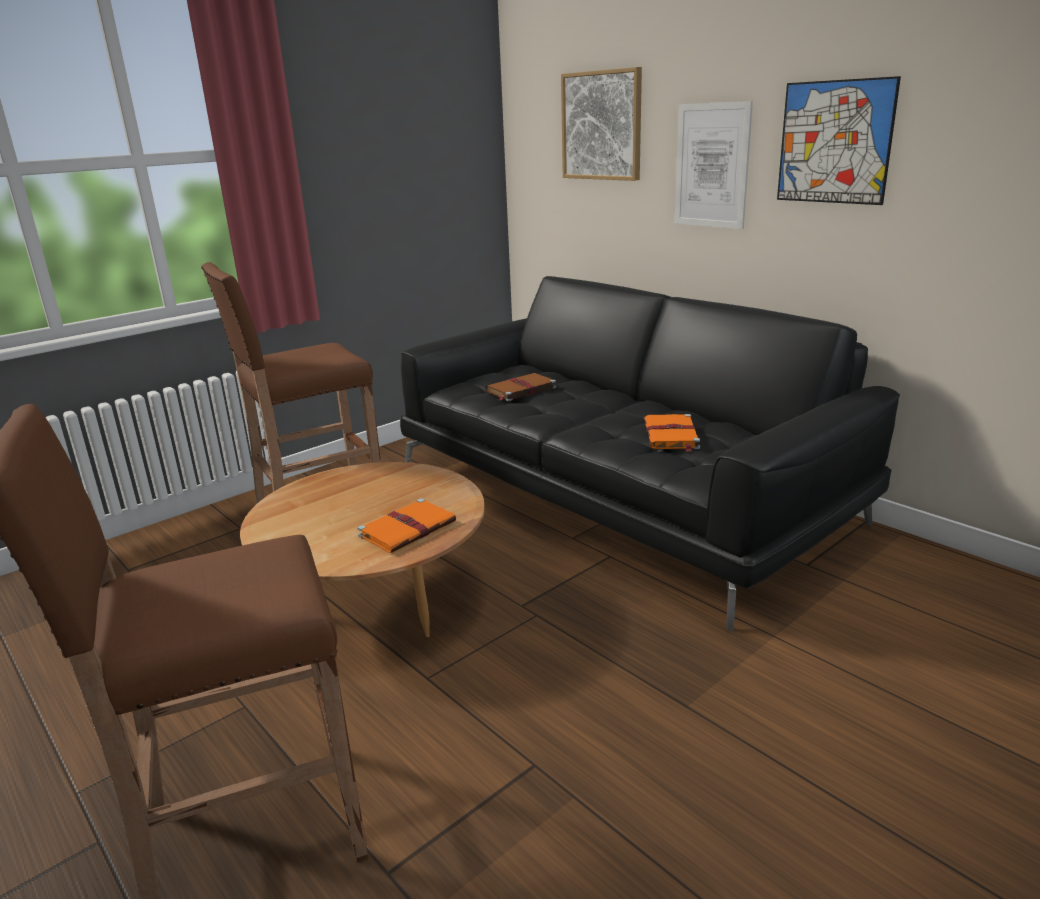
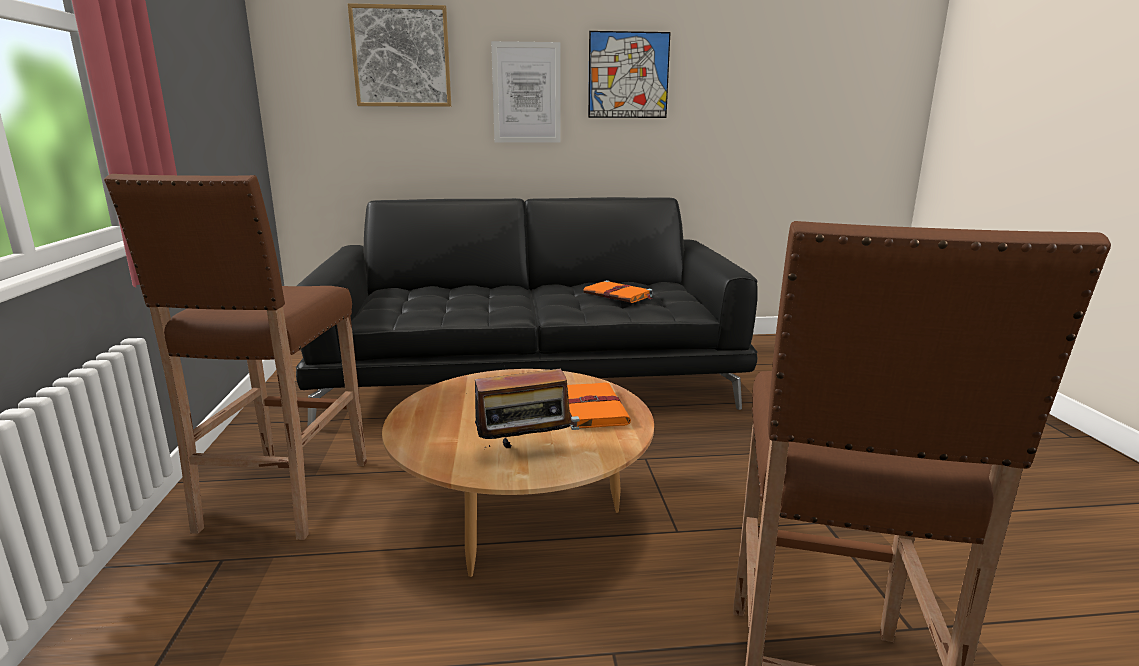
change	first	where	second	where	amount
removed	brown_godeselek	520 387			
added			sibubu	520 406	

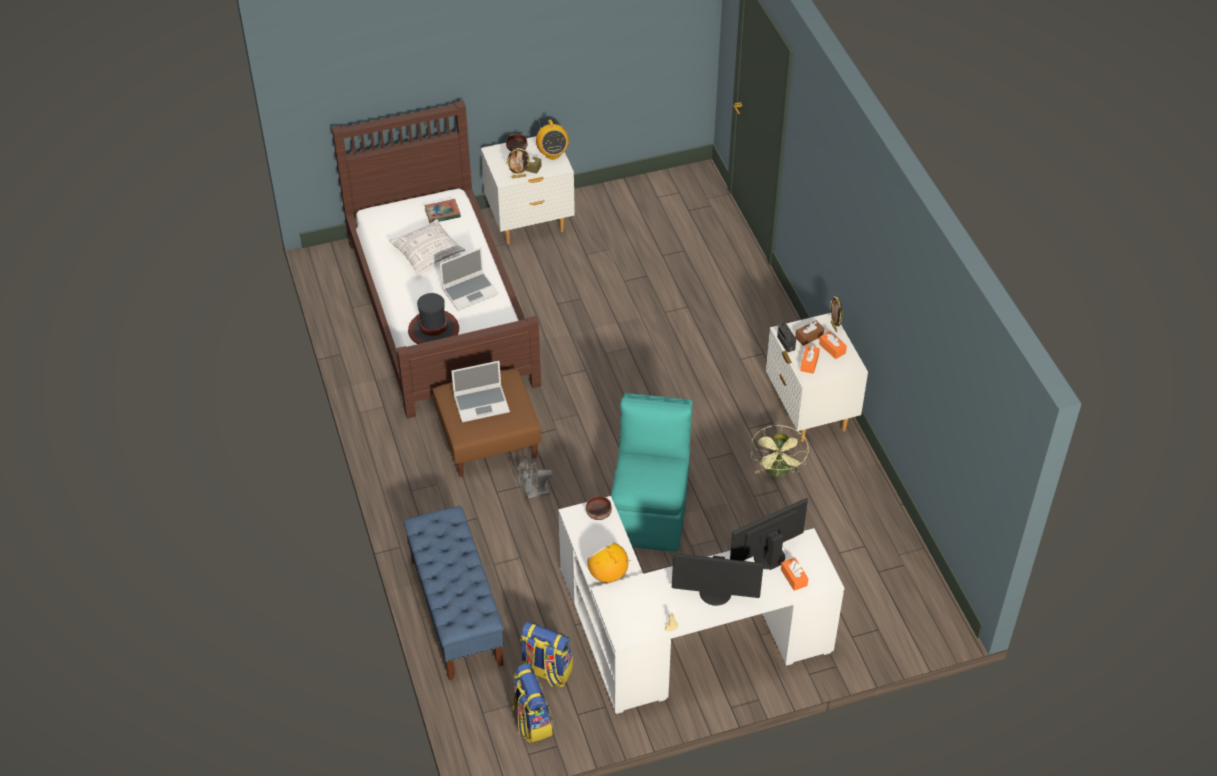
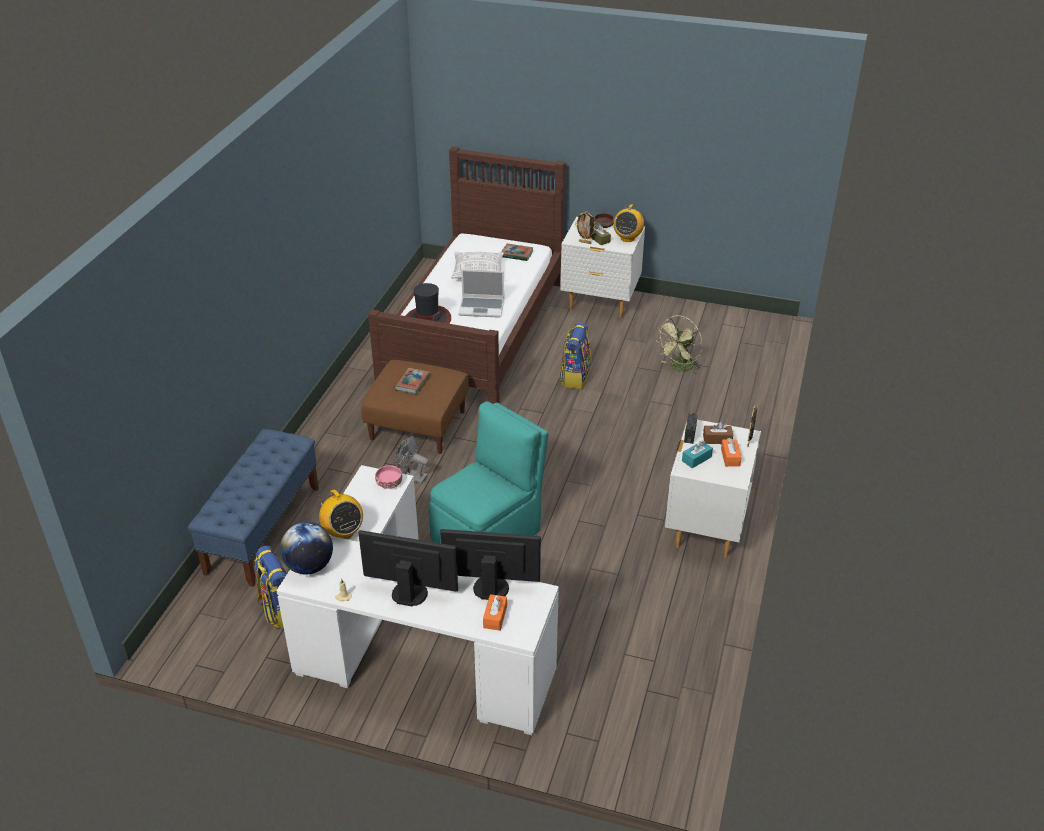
change	first	where	second	where	amount
recoloured	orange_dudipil	810 360	turquoise_dudipil	697 454	
replaced	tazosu	480 391	godeselek	412 381	
moved	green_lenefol	780 451		678 344	
recoloured	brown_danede	599 508	pink_danede	388 477	
turned	sibubu	609 562		340 514	150 degrees clockwise
turned	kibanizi	718 579		408 568	150 degrees clockwise
moved	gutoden	532 703		575 355	
added			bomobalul	306 548	

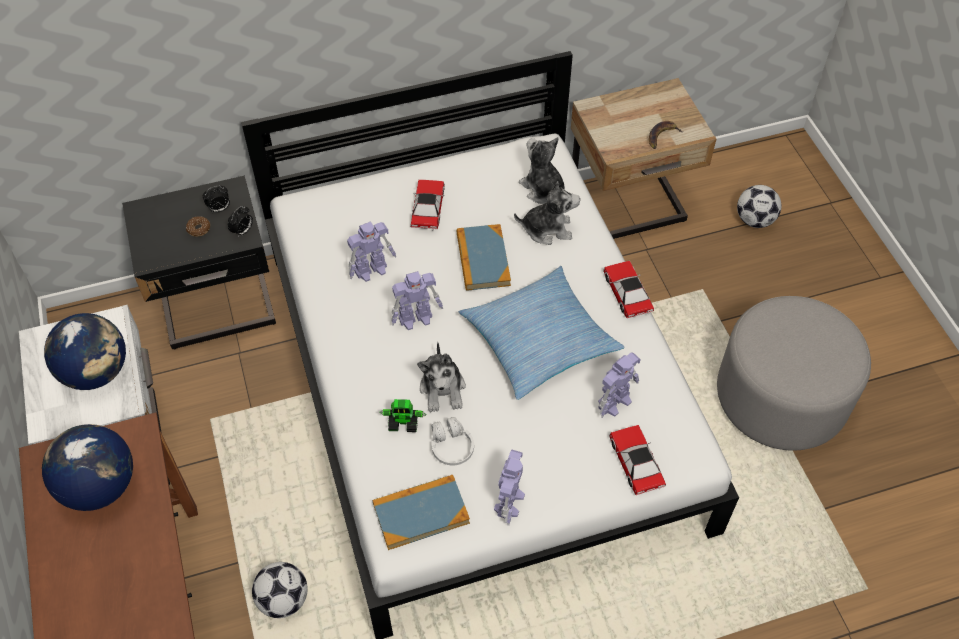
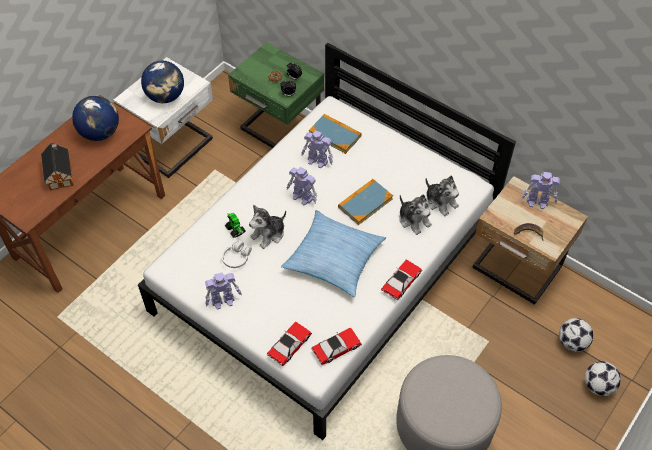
change	first	where	second	where	amount
turned	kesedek	542 170		442 196	120 degrees clockwise
recoloured	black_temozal	199 262	green_temozal	276 95	
moved	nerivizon	428 205		336 346	
moved	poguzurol	619 385		540 190	
moved	godeselek	421 512		335 134	
moved	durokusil	280 590		603 378	
added			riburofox	57 167	

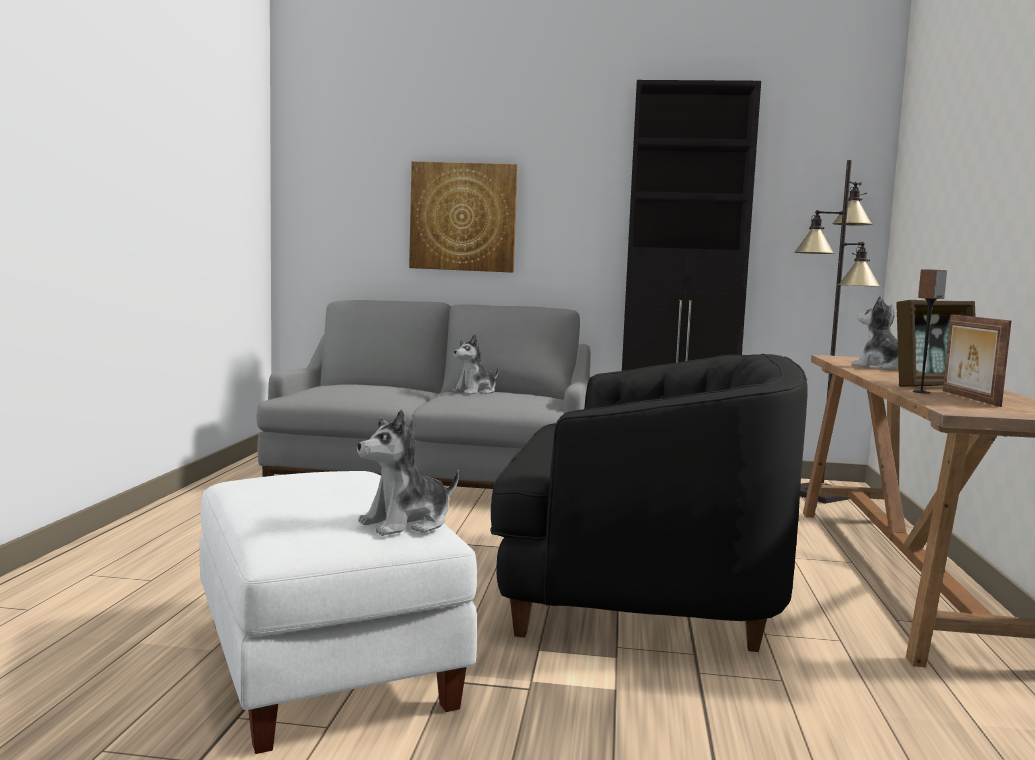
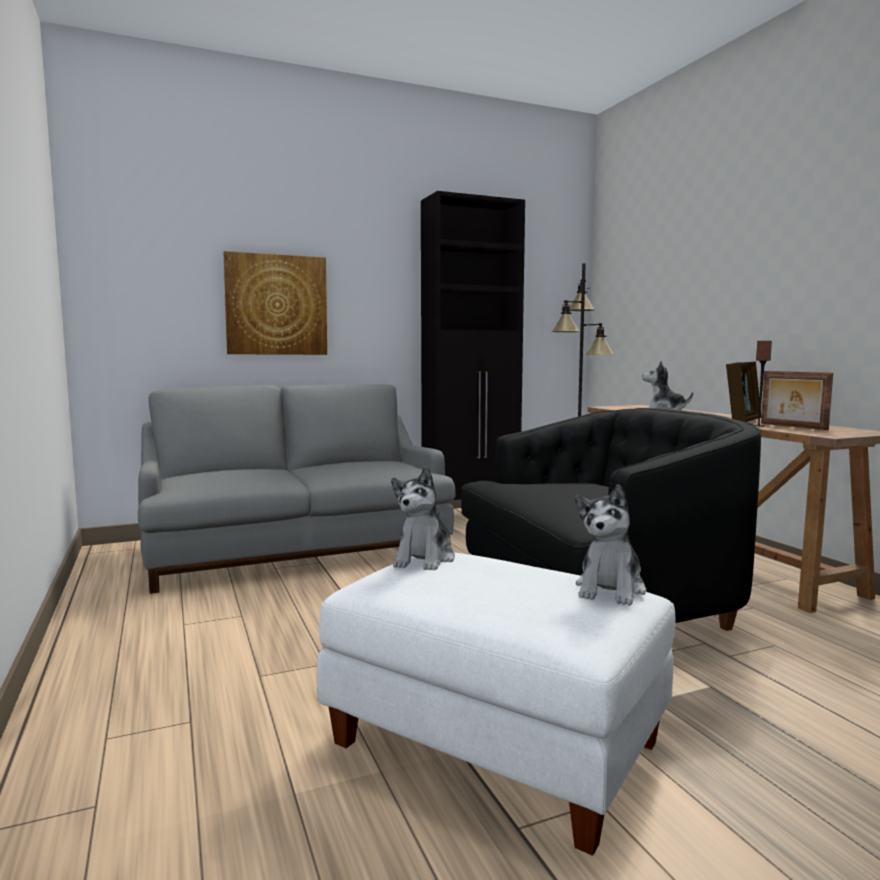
change	first	where	second	where	amount
moved	kesedek	475 364		423 518	

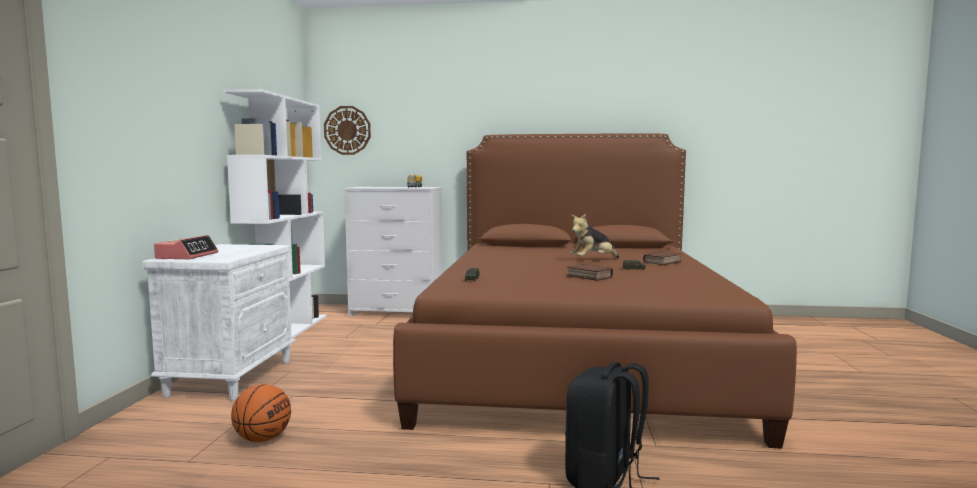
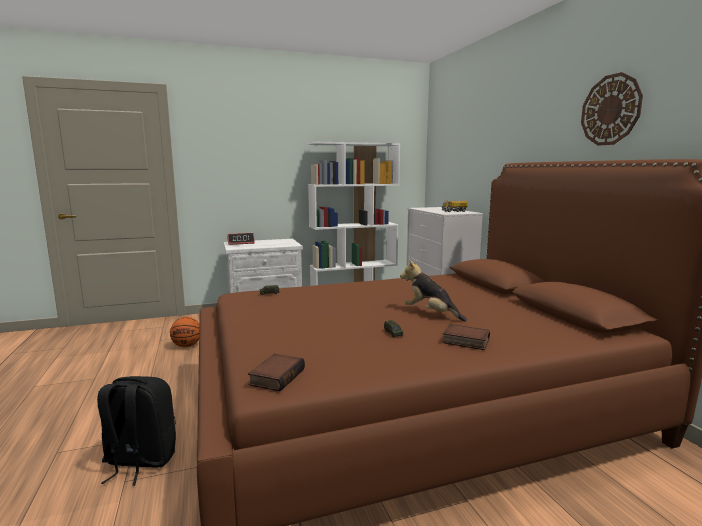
change	first	where	second	where	amount
moved	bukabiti	347 130		612 109	
moved	godeselek	590 272		276 372	

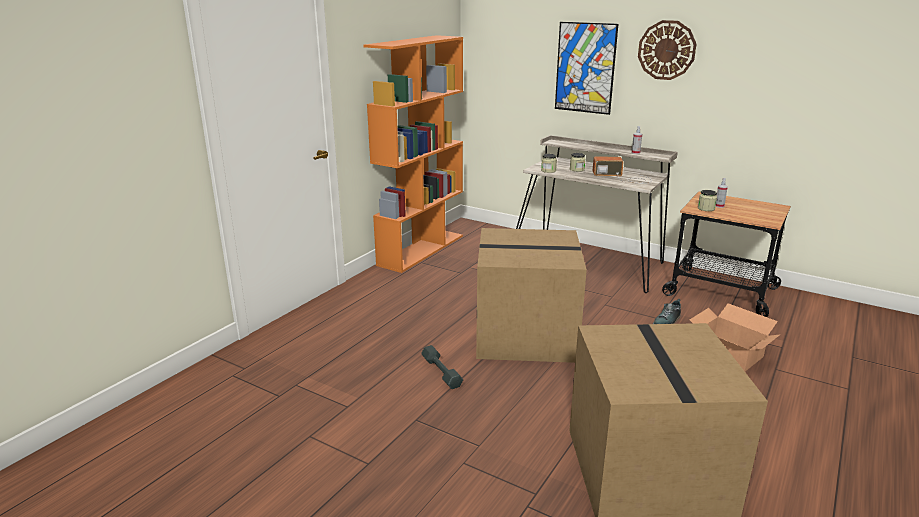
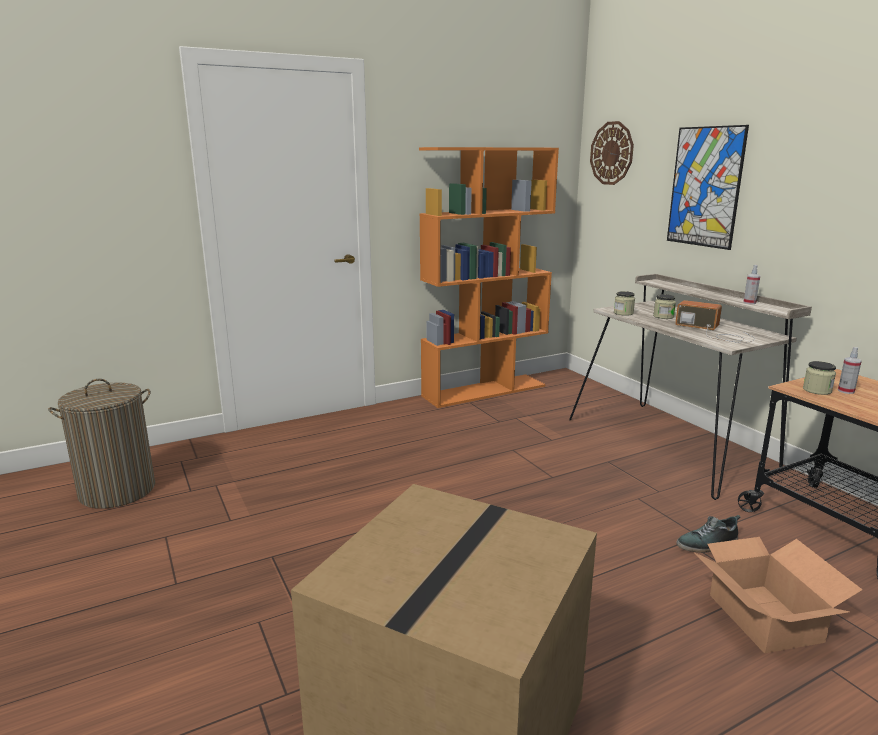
change	first	where	second	where	amount
moved	bukabiti	667 50		612 153	
removed	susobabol	531 295			
removed	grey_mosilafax	442 367			
added			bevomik	101 444	

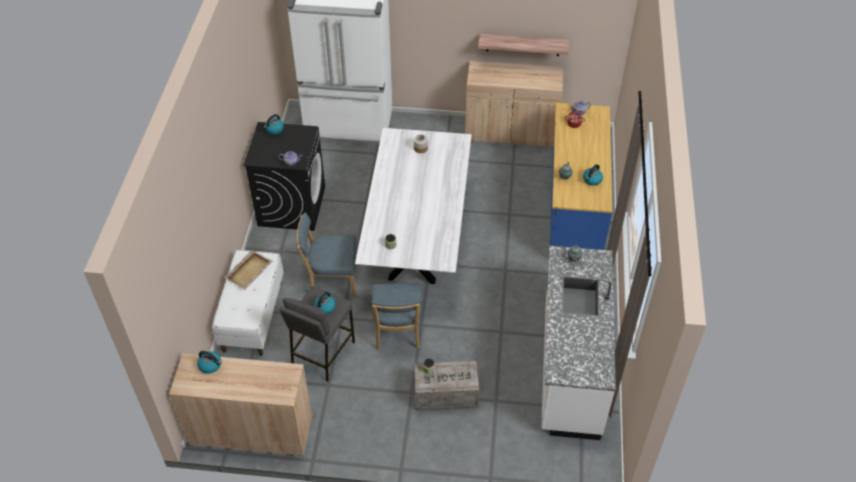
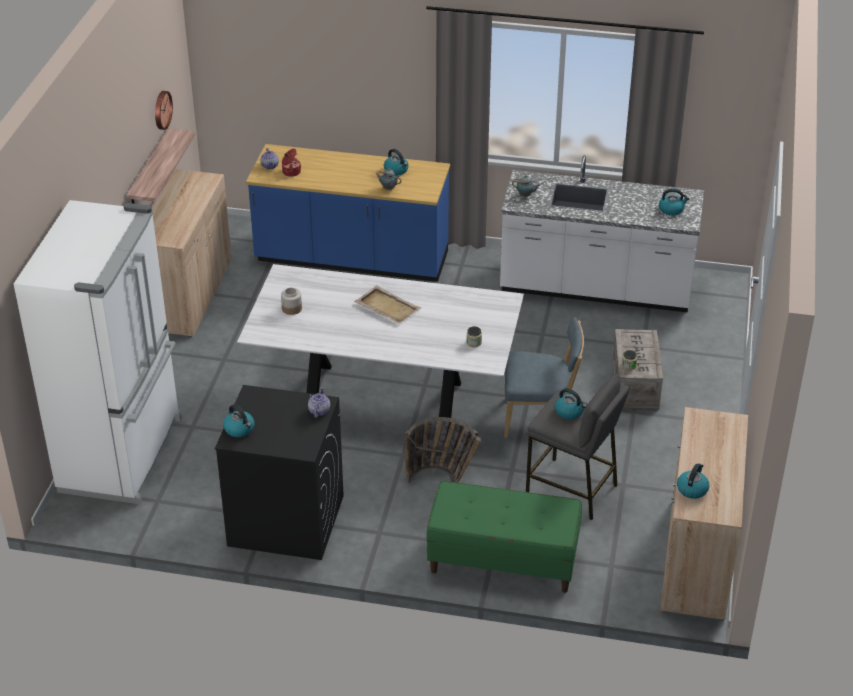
change	first	where	second	where	amount
replaced	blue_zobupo	327 255	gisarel	443 450	
recoloured	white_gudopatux	248 303	green_gudopatux	504 537	
moved	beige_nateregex	248 270		388 304	
added			bukabiti	164 110	
added			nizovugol	674 201	

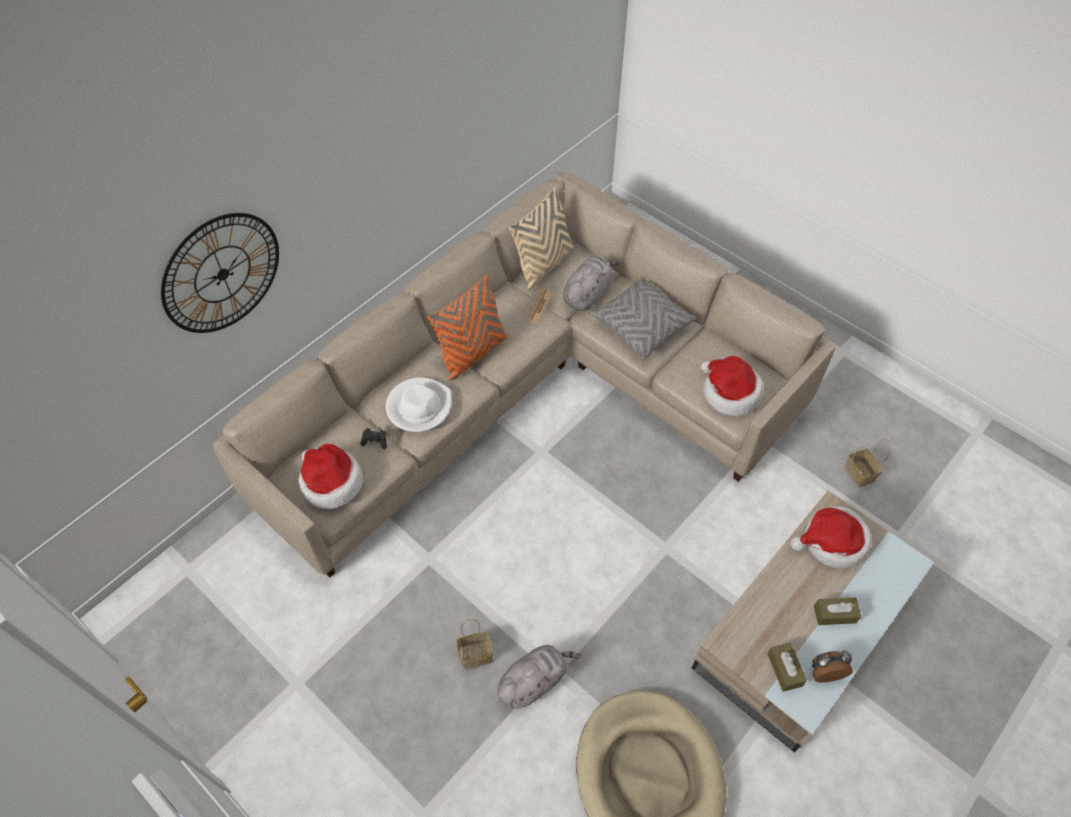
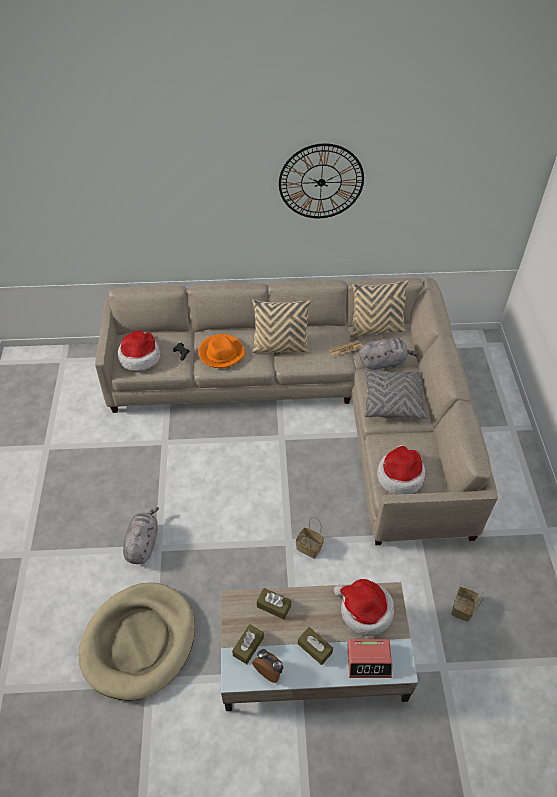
change	first	where	second	where	amount
moved	bukabiti	220 273		321 180	
recoloured	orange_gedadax	467 328	beige_gedadax	281 326	
recoloured	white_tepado	419 405	orange_tepado	221 351	
moved	gisarel	474 644		310 538	
turned	grey_kesedek	539 677		141 535	90 degrees counterclockwise
added			brown_dudipil	274 604	
added			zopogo	370 658	

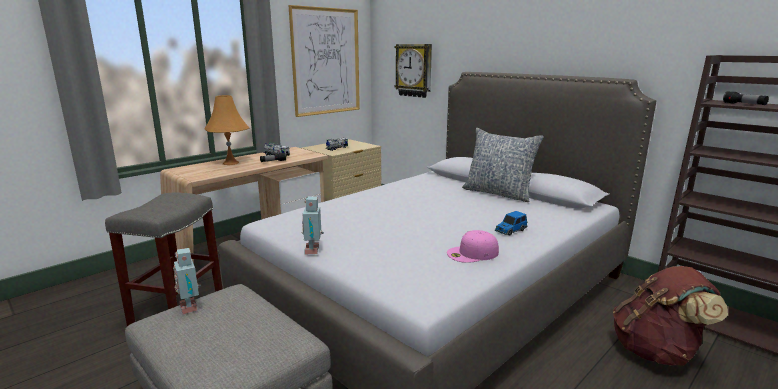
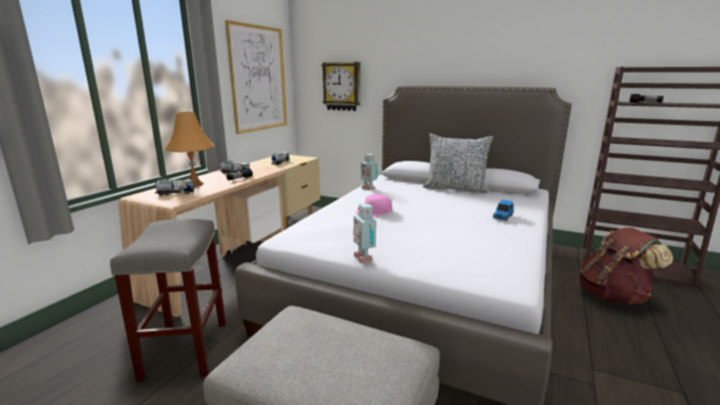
change	first	where	second	where	amount
moved	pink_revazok	473 246		374 205	
moved	poguzurol	187 281		369 172	
added			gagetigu	174 187	

